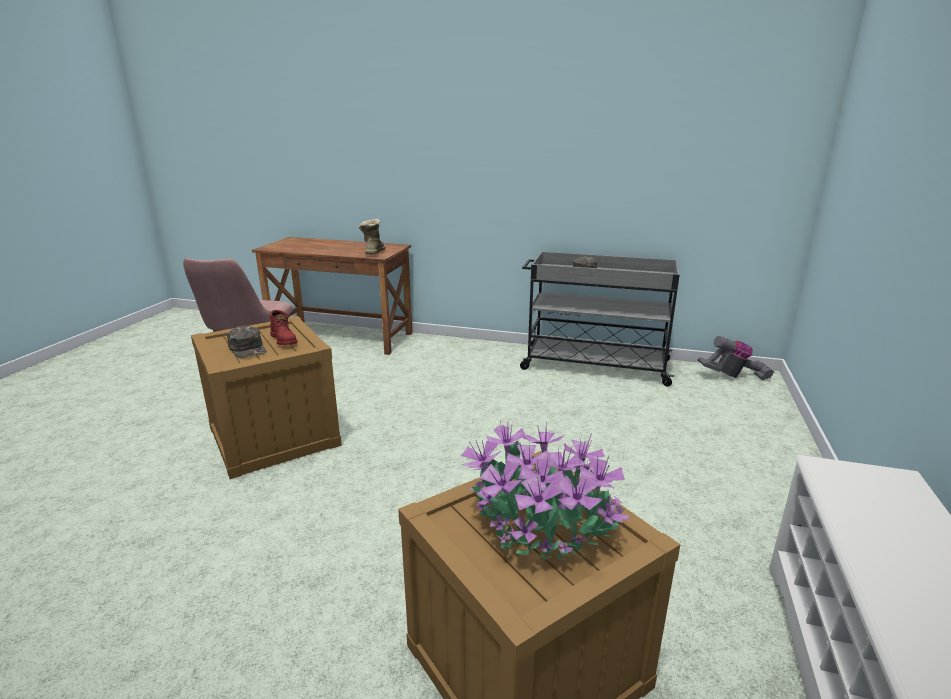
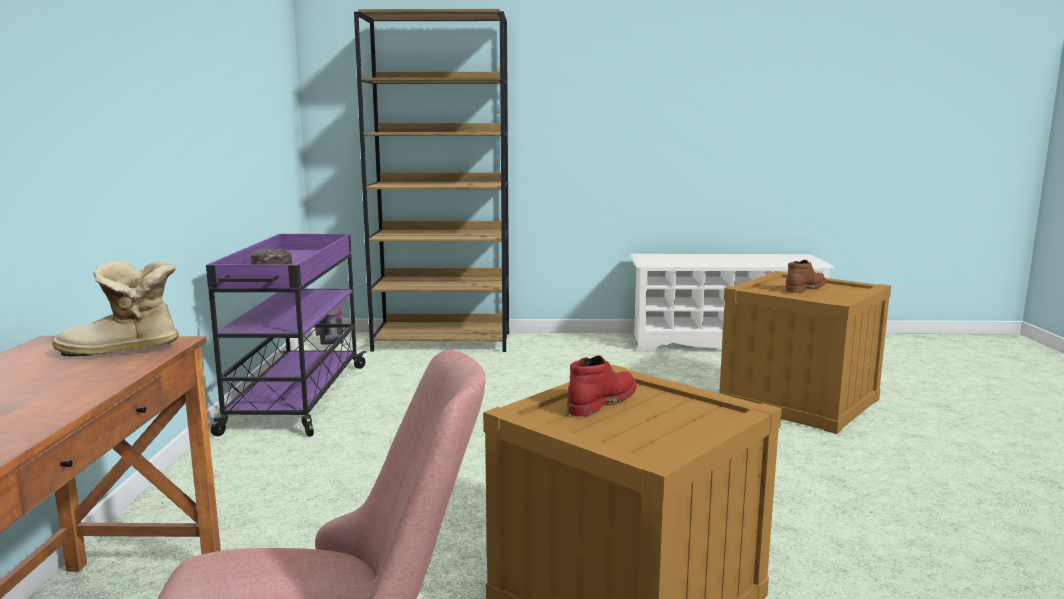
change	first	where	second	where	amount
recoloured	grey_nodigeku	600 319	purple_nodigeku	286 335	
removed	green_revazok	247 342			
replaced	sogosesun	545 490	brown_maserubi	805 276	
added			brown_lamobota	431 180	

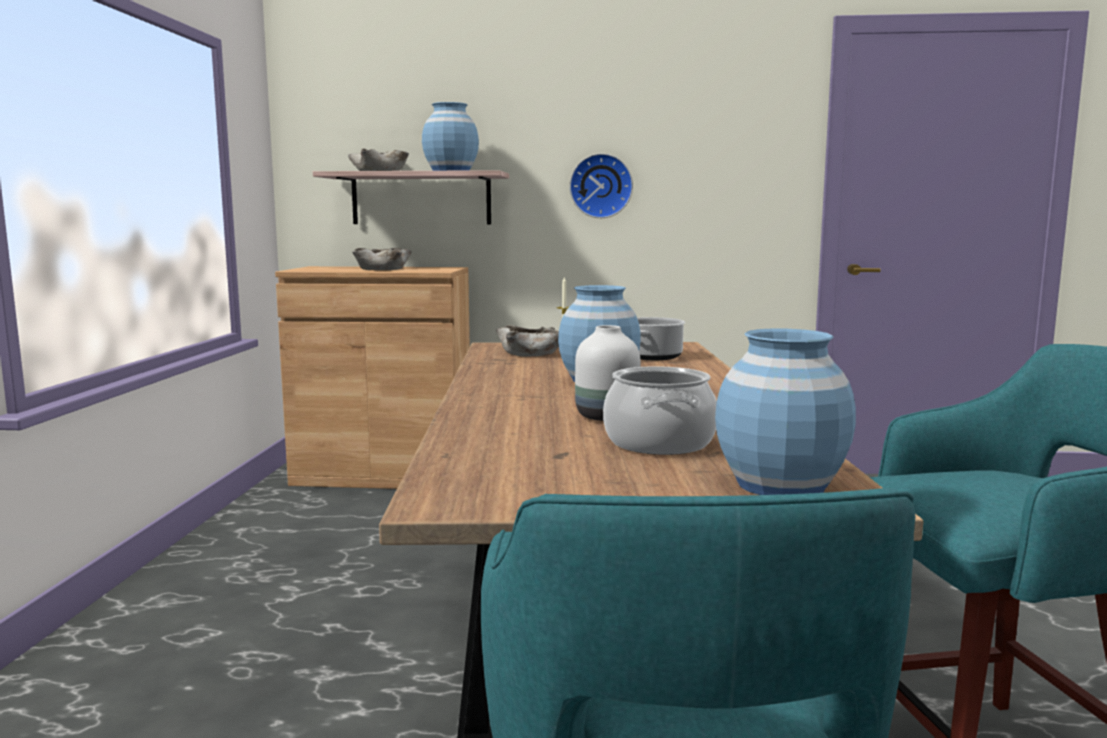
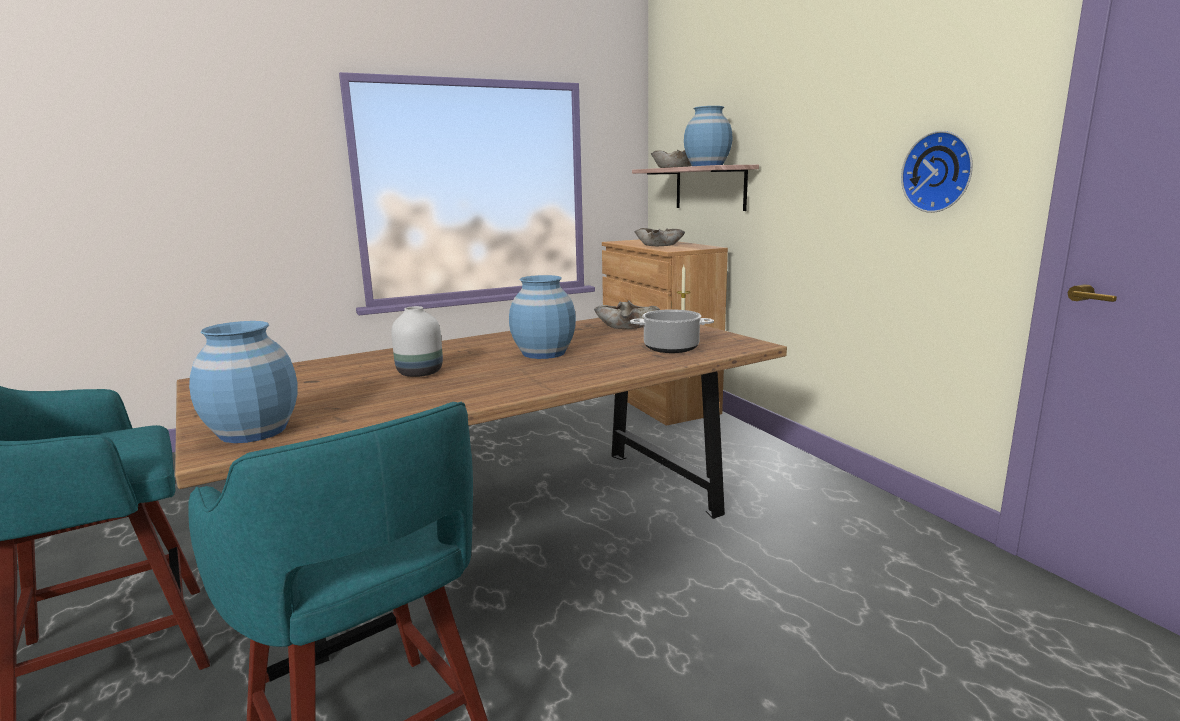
change	first	where	second	where	amount
moved	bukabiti	601 185		937 172	
removed	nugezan	660 410			

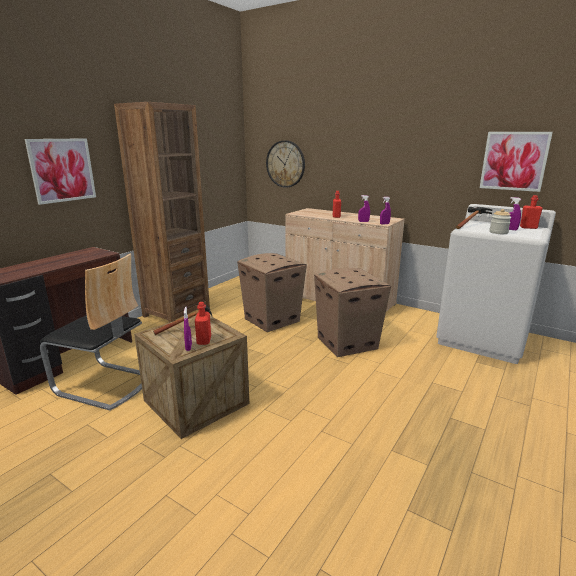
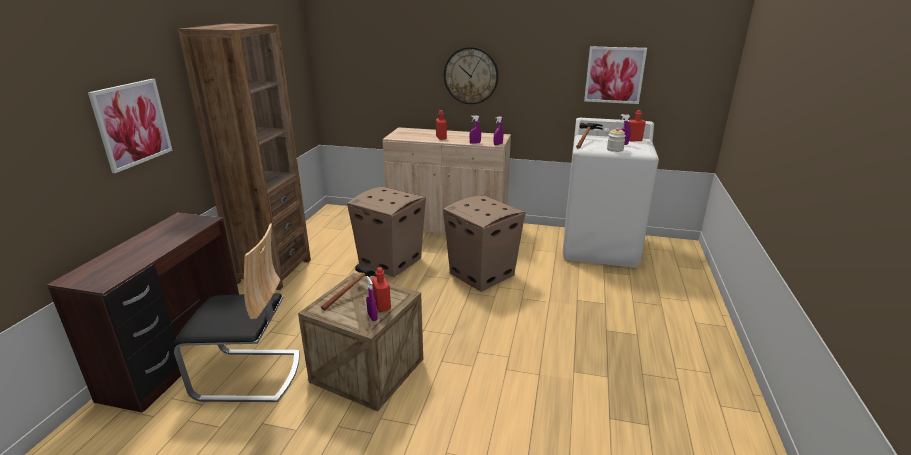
change	first	where	second	where	amount
moved	bukabiti	285 164		471 75	

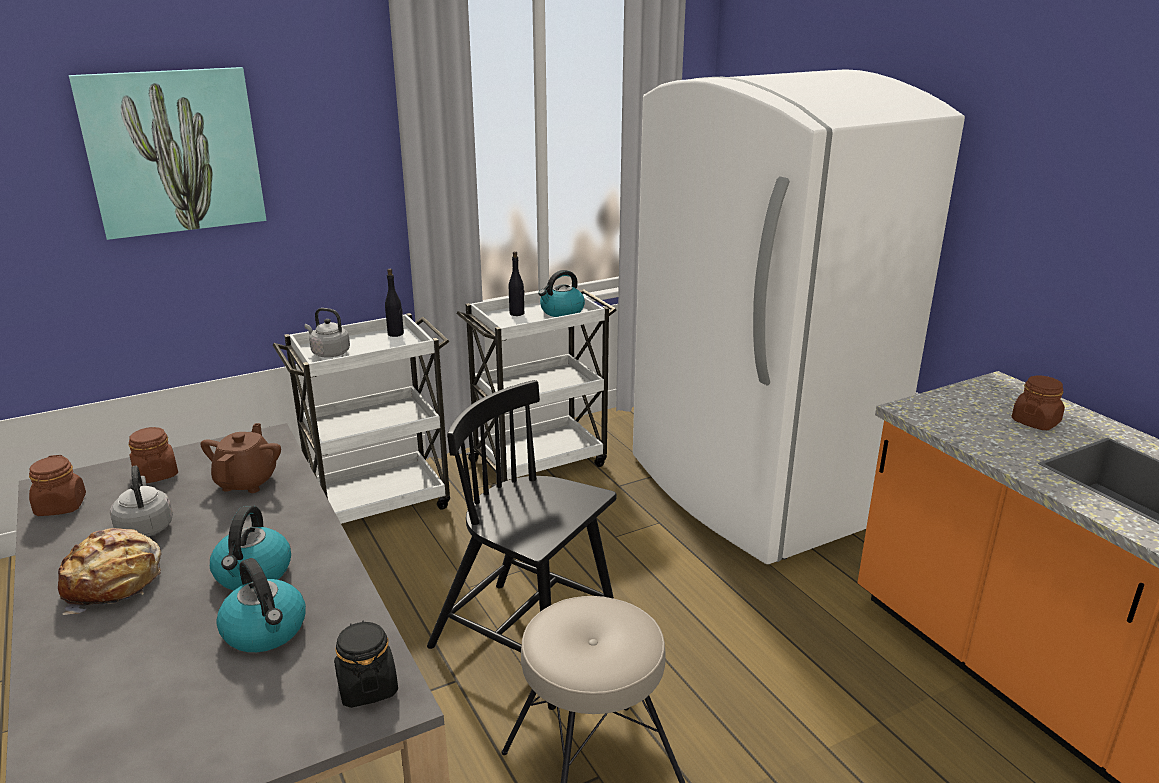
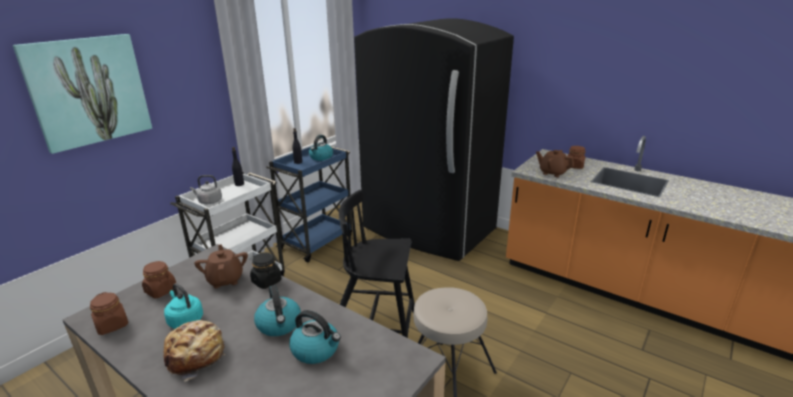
change	first	where	second	where	amount
recoloured	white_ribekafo	799 316	black_ribekafo	434 139	
recoloured	white_nodigeku	536 388	blue_nodigeku	309 204	
recoloured	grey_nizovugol	141 501	turquoise_nizovugol	183 306	
moved	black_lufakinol	366 664		266 271	
added			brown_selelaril	555 163	

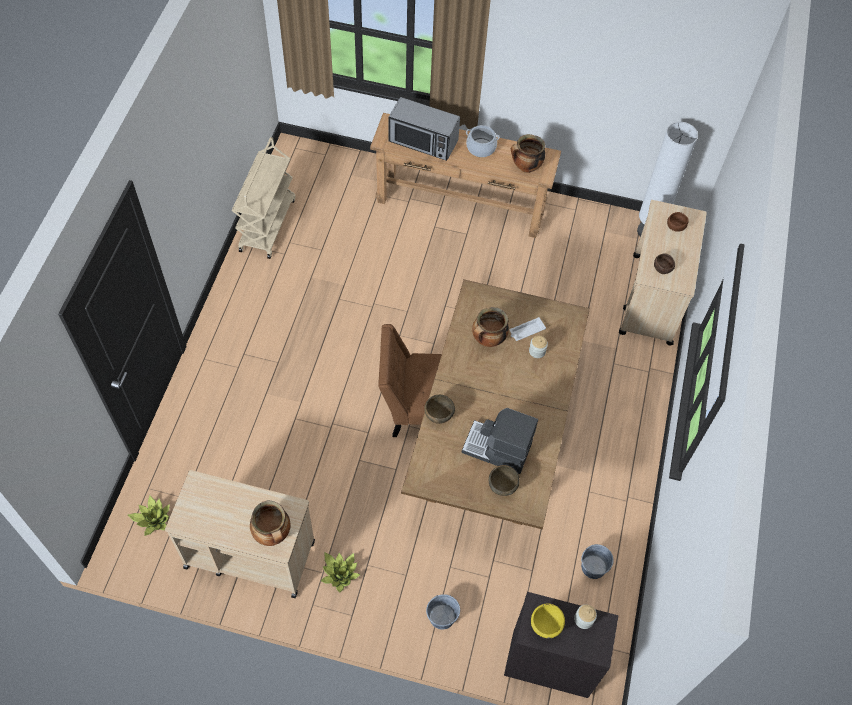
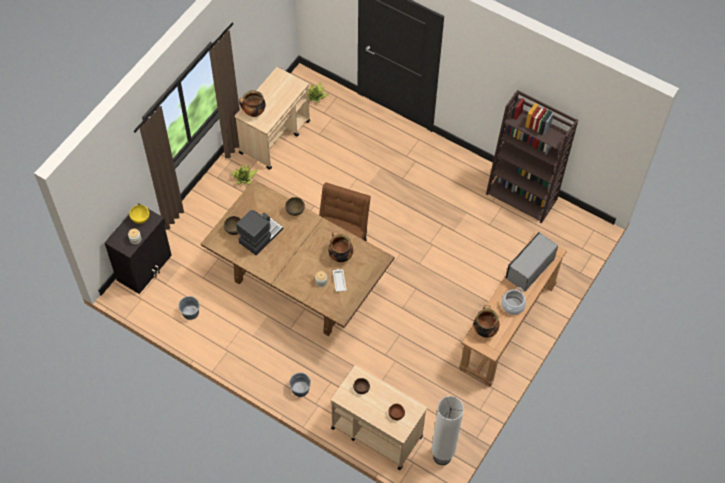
change	first	where	second	where	amount
replaced	beige_nodigeku	263 198	brown_lamobota	532 156	
moved	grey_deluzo	443 612		300 385	

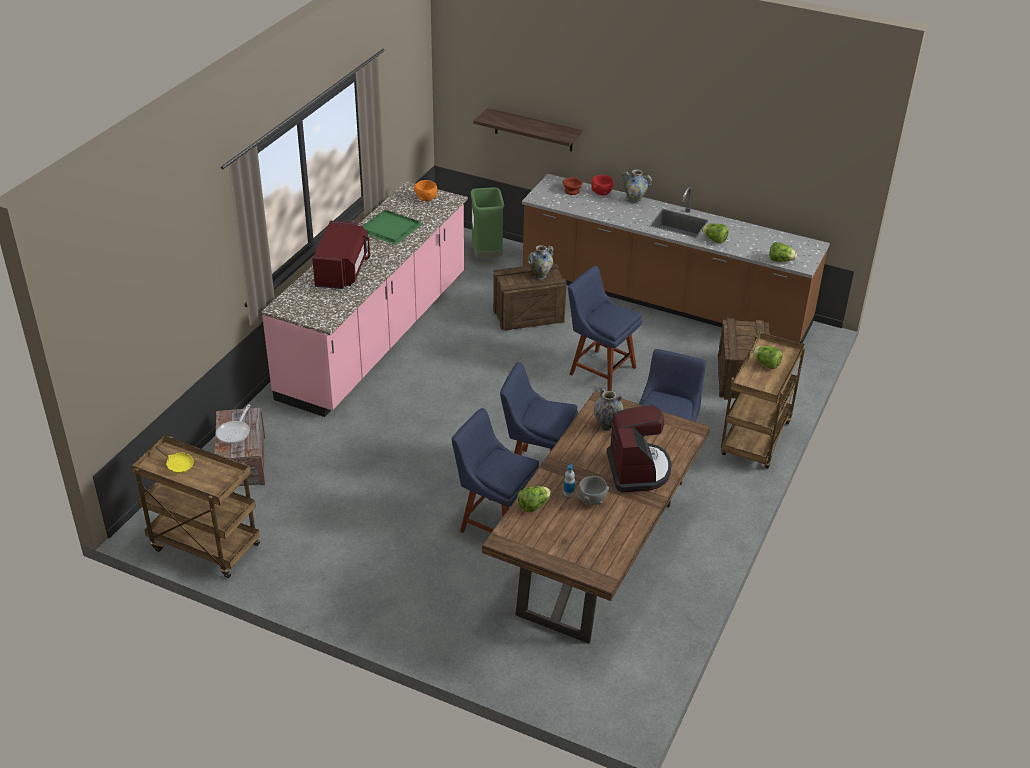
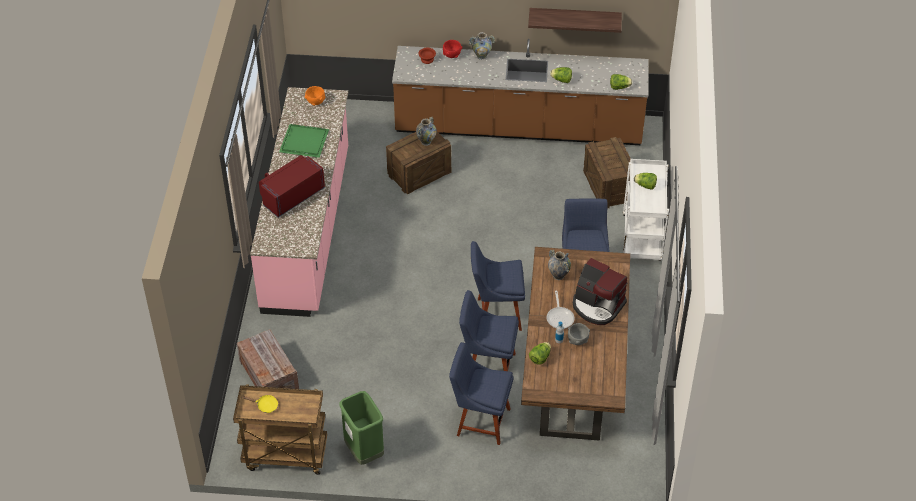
change	first	where	second	where	amount
moved	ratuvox	527 129		575 20	
moved	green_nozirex	487 222		361 428	
turned	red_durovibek	341 255		292 186	120 degrees counterclockwise
moved	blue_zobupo	605 328		481 393	
recoloured	brown_nodigeku	763 400	white_nodigeku	646 210	
moved	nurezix	233 424		561 310	
turned	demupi	639 448		600 291	150 degrees clockwise

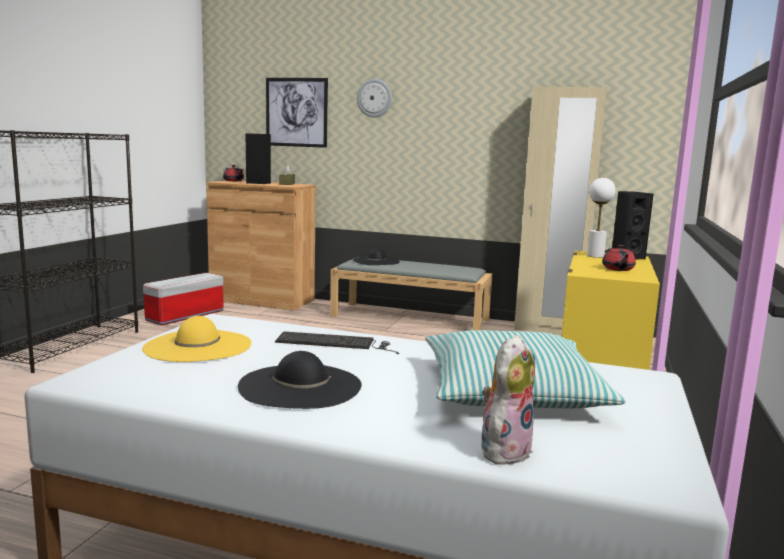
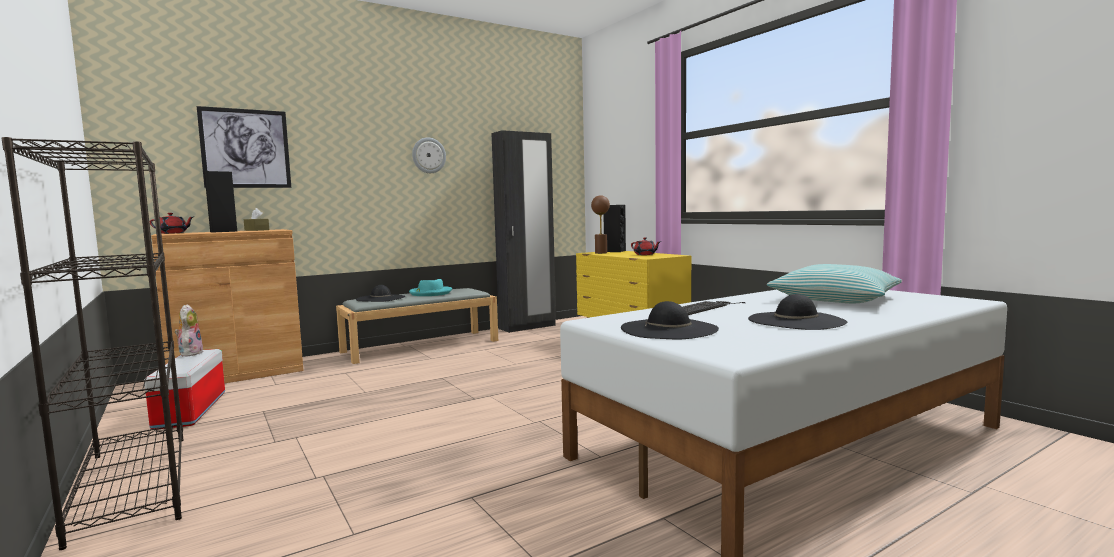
change	first	where	second	where	amount
moved	bukabiti	374 98		429 155	
recoloured	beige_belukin	560 211	black_belukin	523 231	
recoloured	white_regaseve	601 218	brown_regaseve	600 224	
recoloured	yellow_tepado	196 339	black_tepado	670 320	
moved	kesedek	508 400		189 330	
added			turquoise_tepado	430 287	

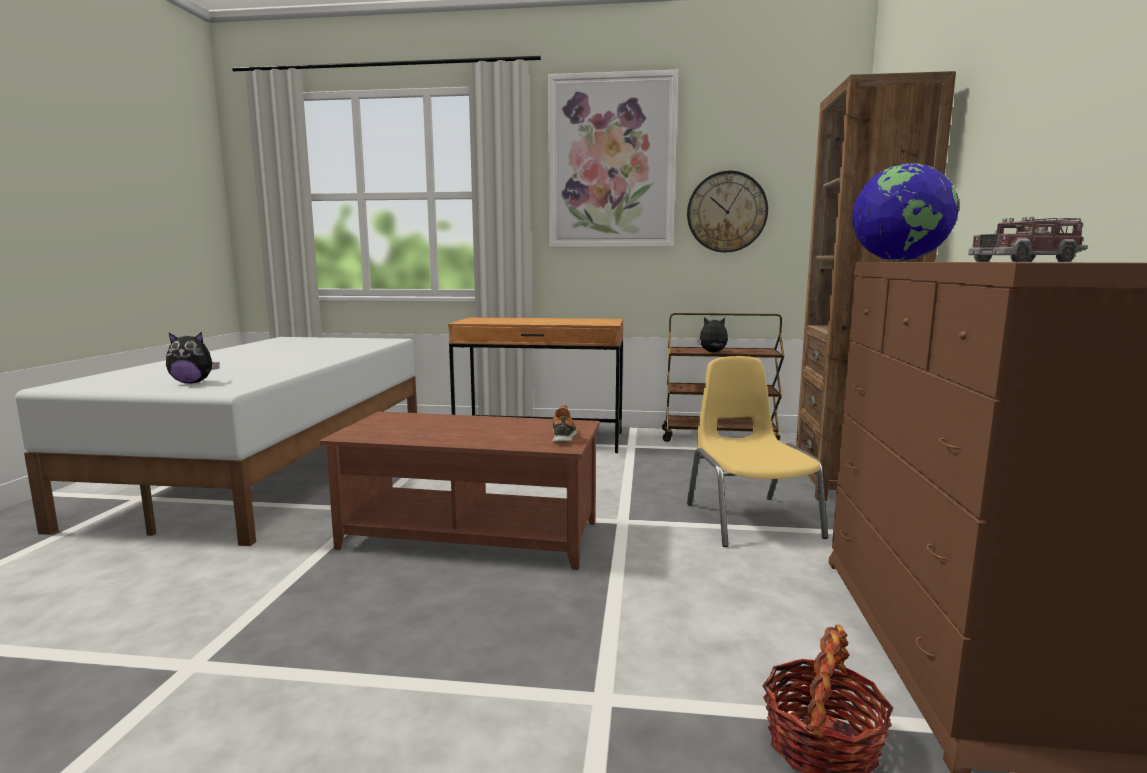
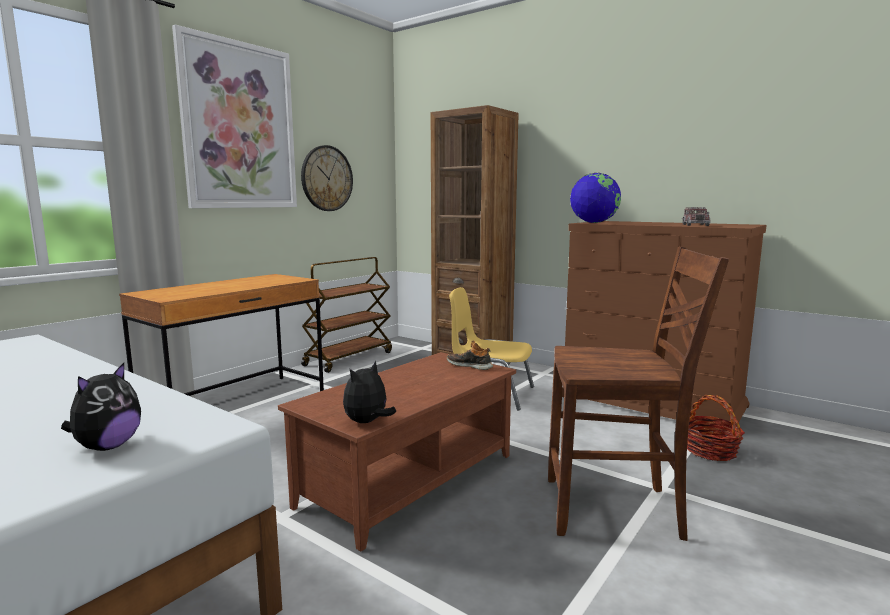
change	first	where	second	where	amount
moved	kesedek	713 334		369 392	
added			brown_zobupo	638 394	

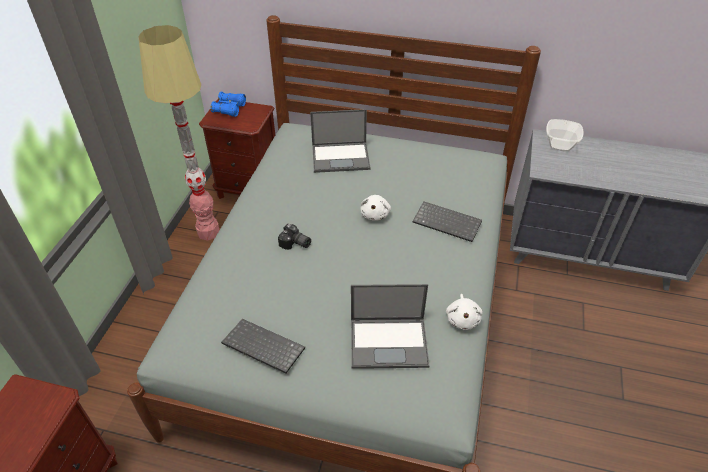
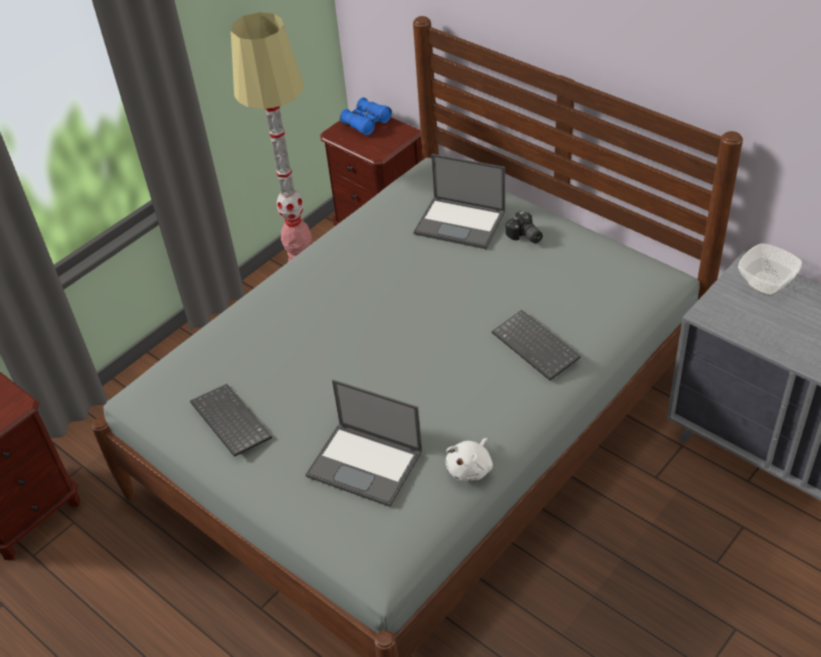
change	first	where	second	where	amount
removed	white_kesedek	375 208			
moved	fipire	294 237		524 226	

